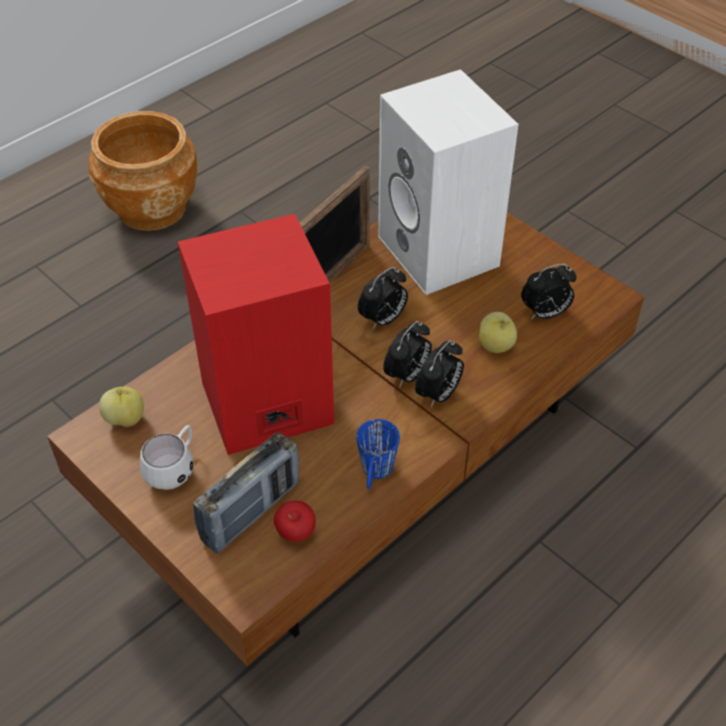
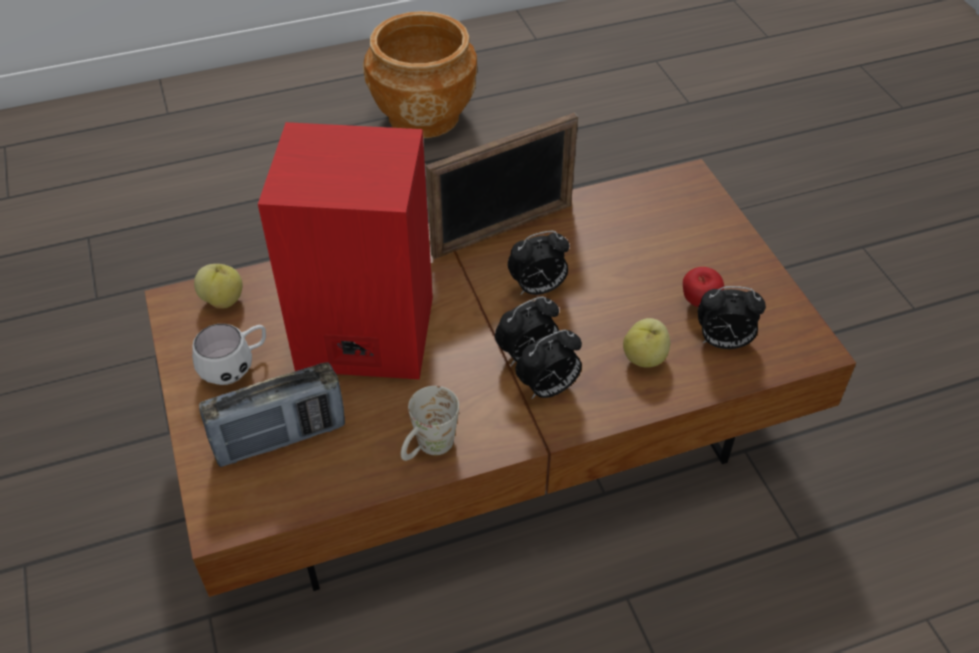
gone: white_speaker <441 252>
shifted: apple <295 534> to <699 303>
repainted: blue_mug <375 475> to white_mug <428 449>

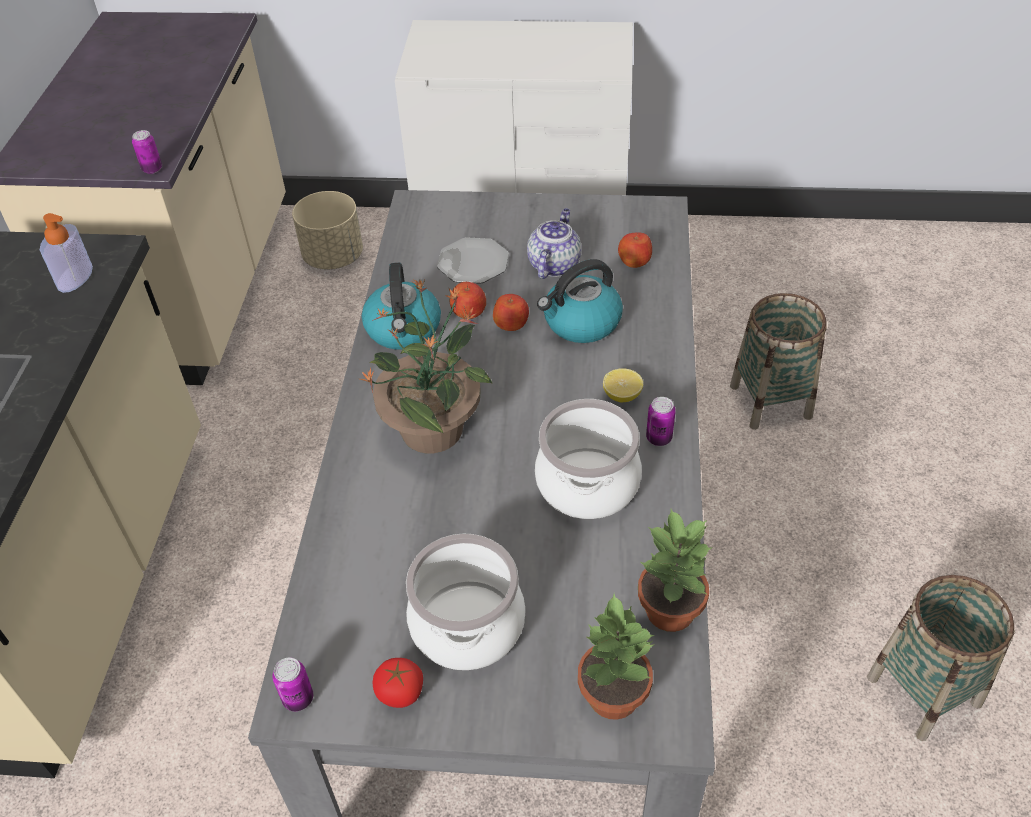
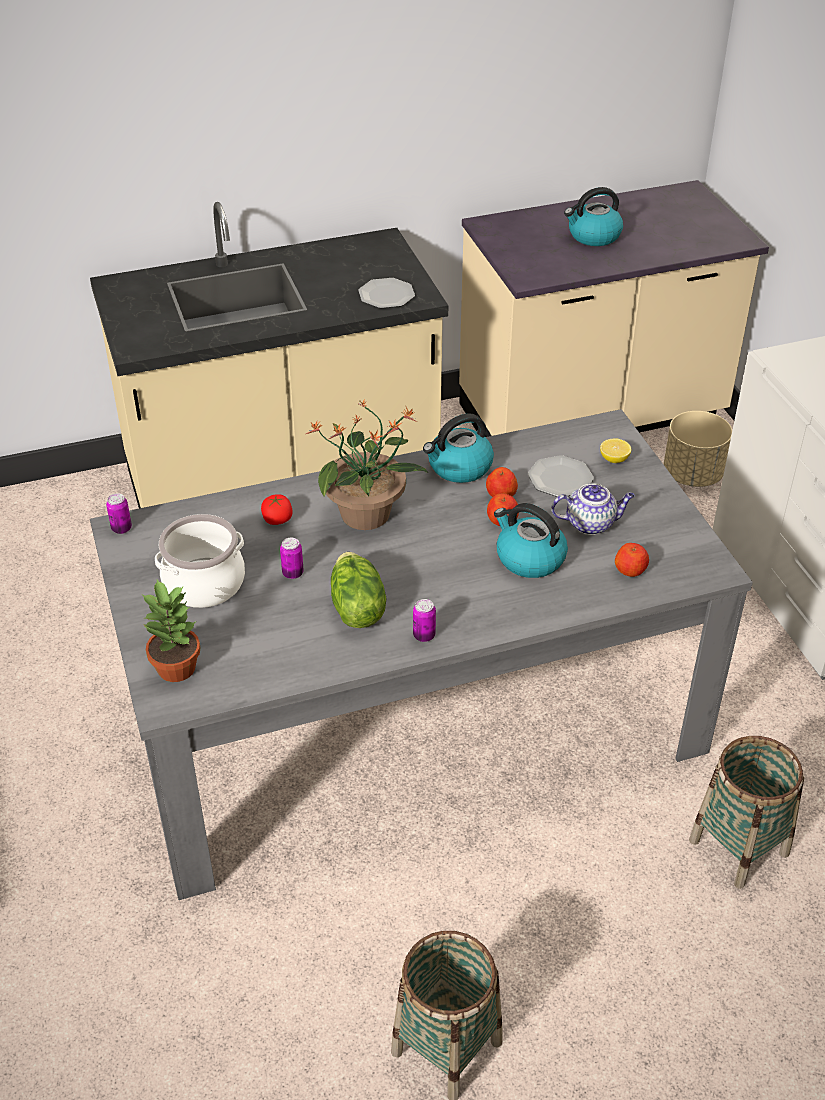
gone: potted_plant <671 609>
new: kettle <593 236>
shifted: can <152 169> to <293 573>; lemon <622 396> to <614 459>; tomato <400 692> to <277 520>
swapped: soap_dispenser <75 277> to plate <387 295>; cooking_pot <588 484> to lettuce <356 608>

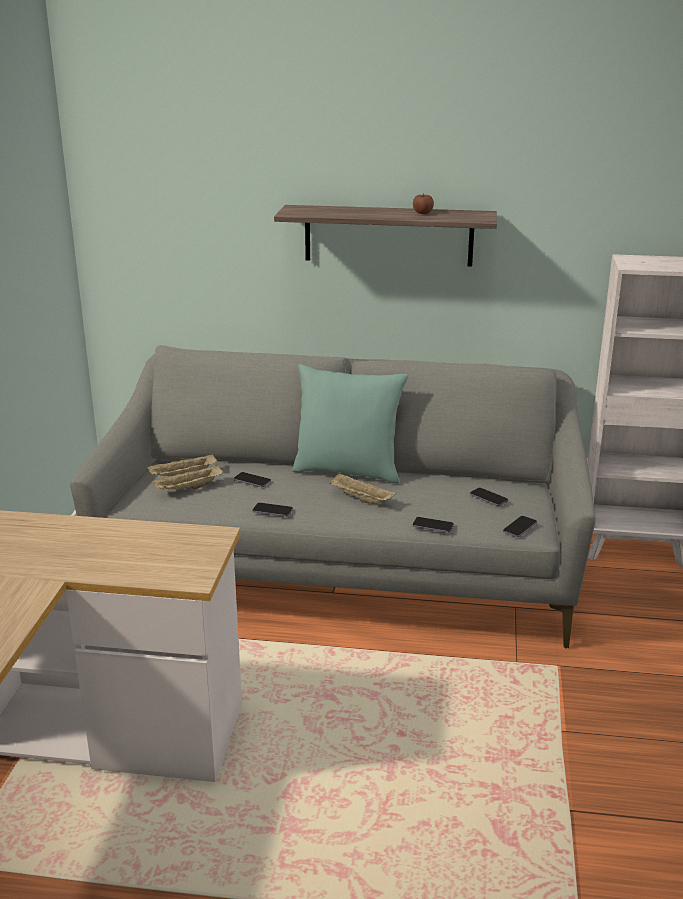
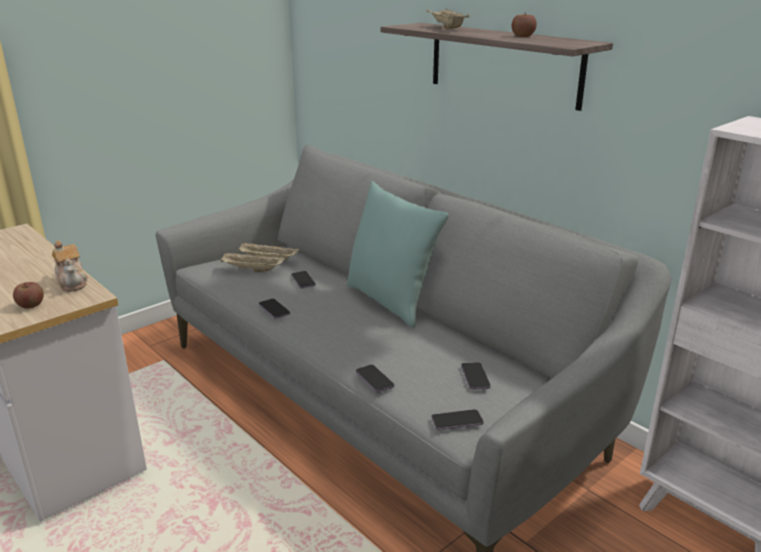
new: teapot <72 282>; apple <31 305>
shifted: beige_tray <360 499> to <446 27>

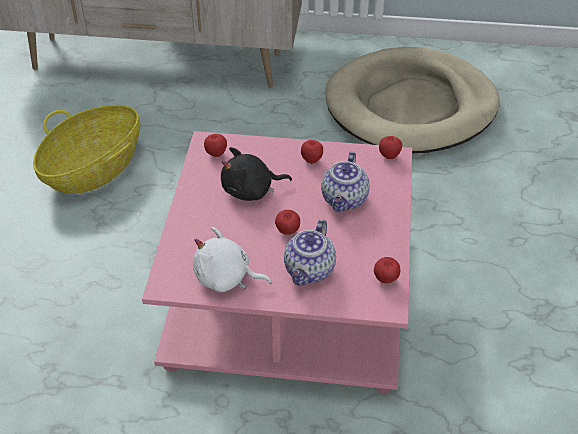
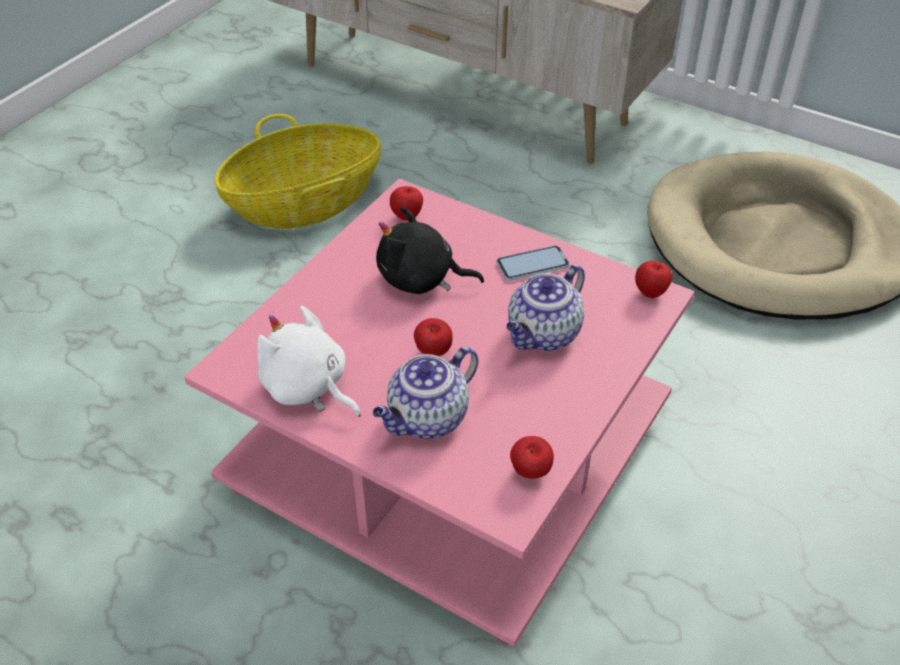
swapped: apple <312 160> to phone <532 265>

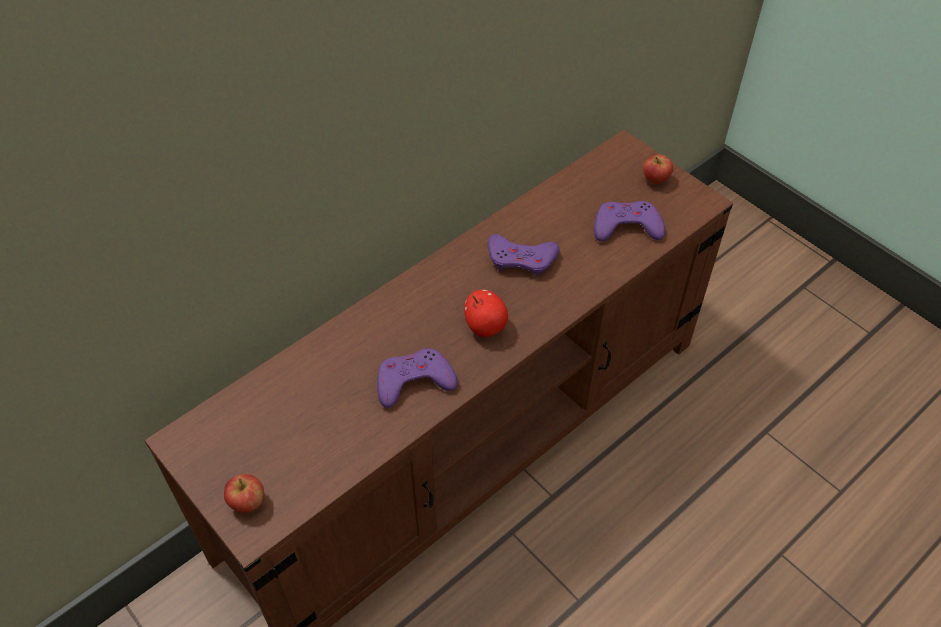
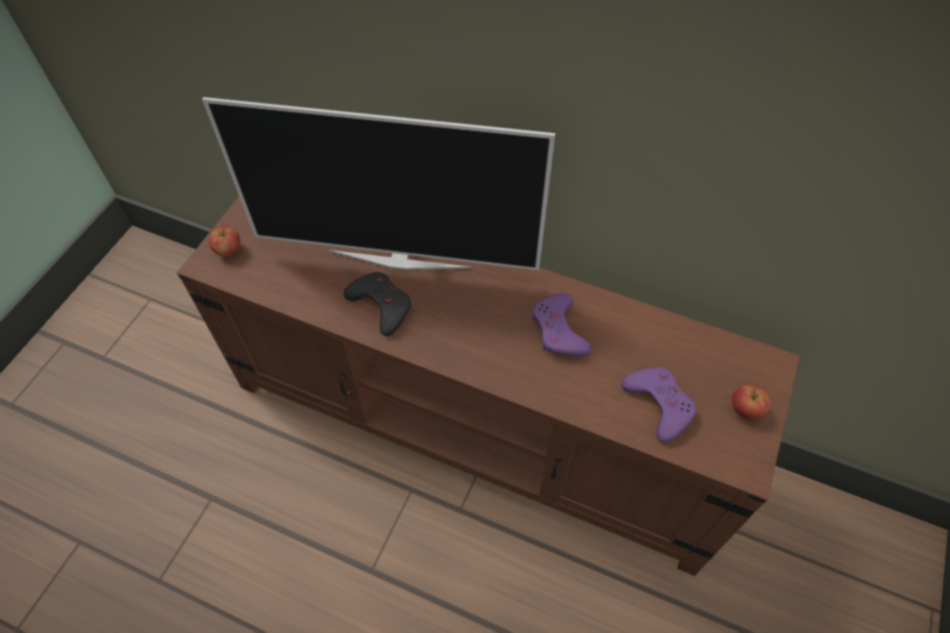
gone: apple <485 326>
new: television <399 257>
repainted: purple_game_controller <414 381> to black_game_controller <381 305>

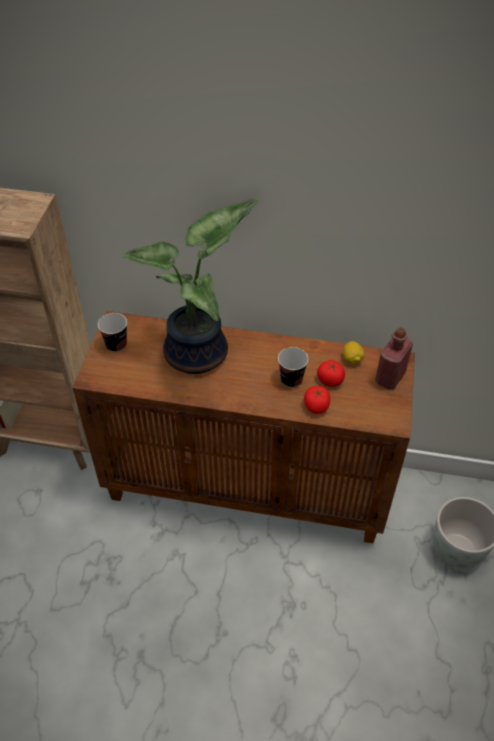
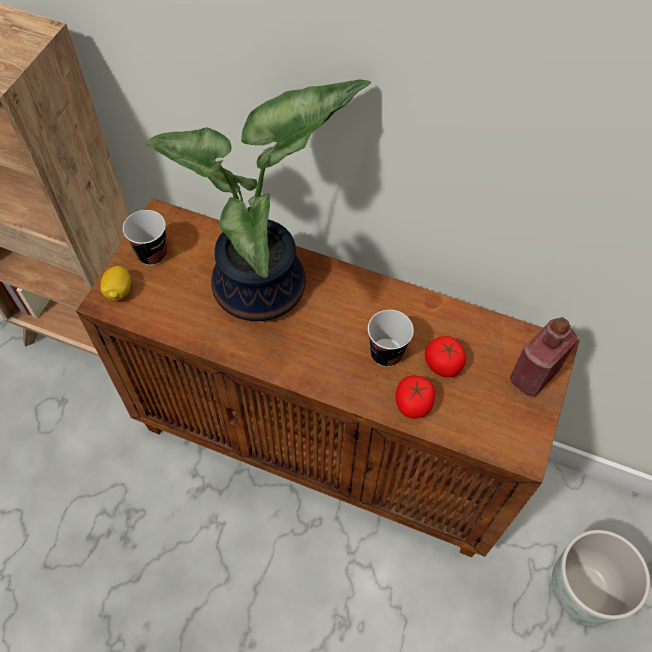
shifted: lemon <352 359> to <119 291>

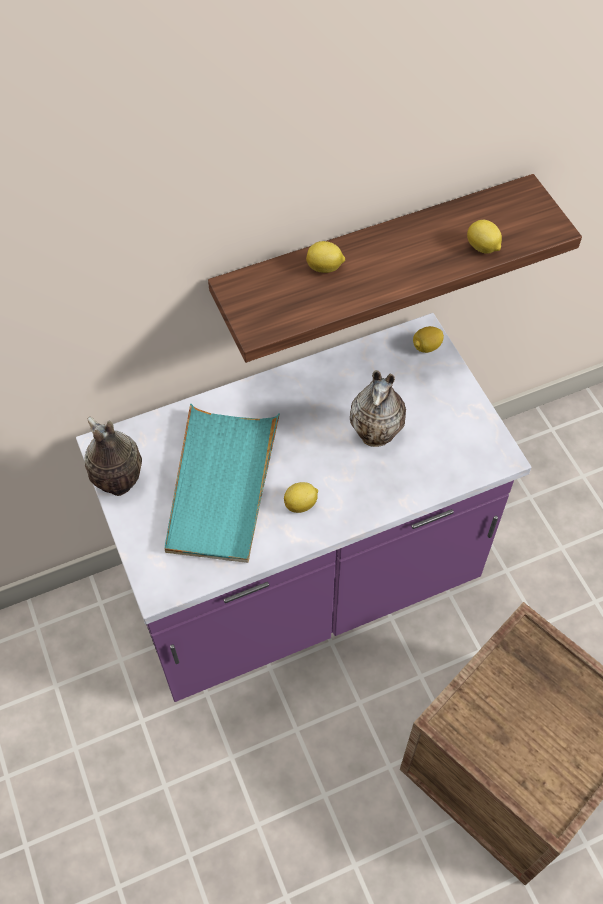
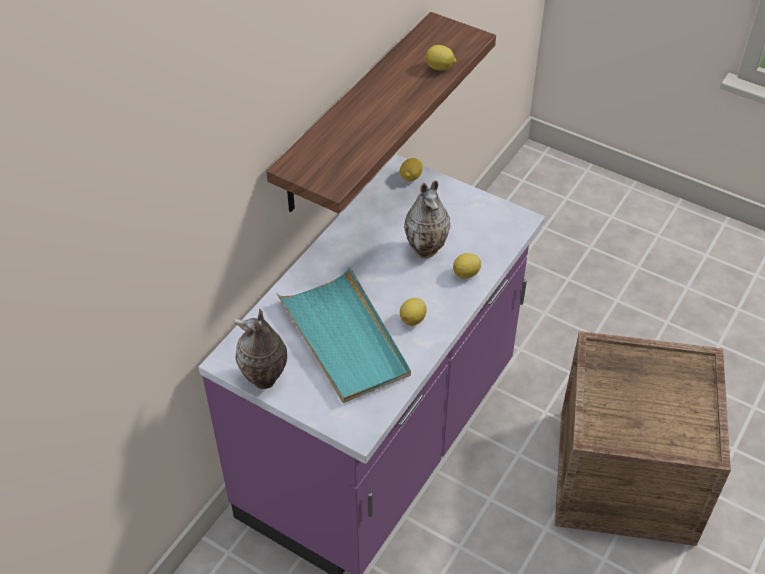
shifted: lemon <325 268> to <467 274>

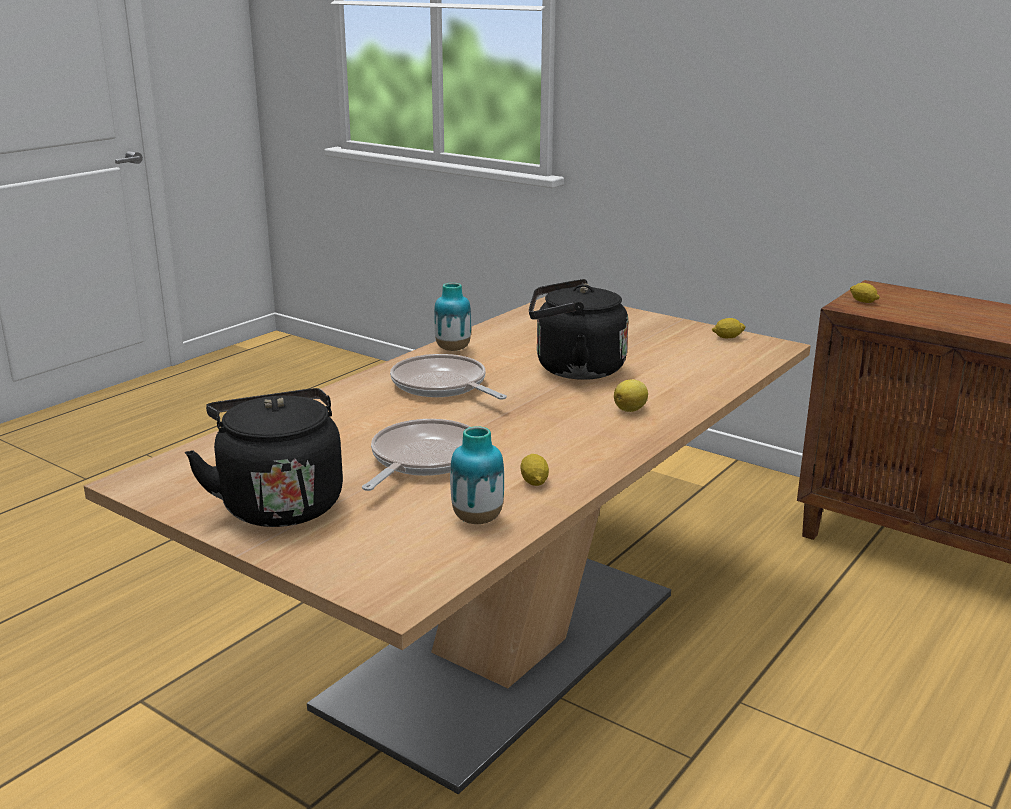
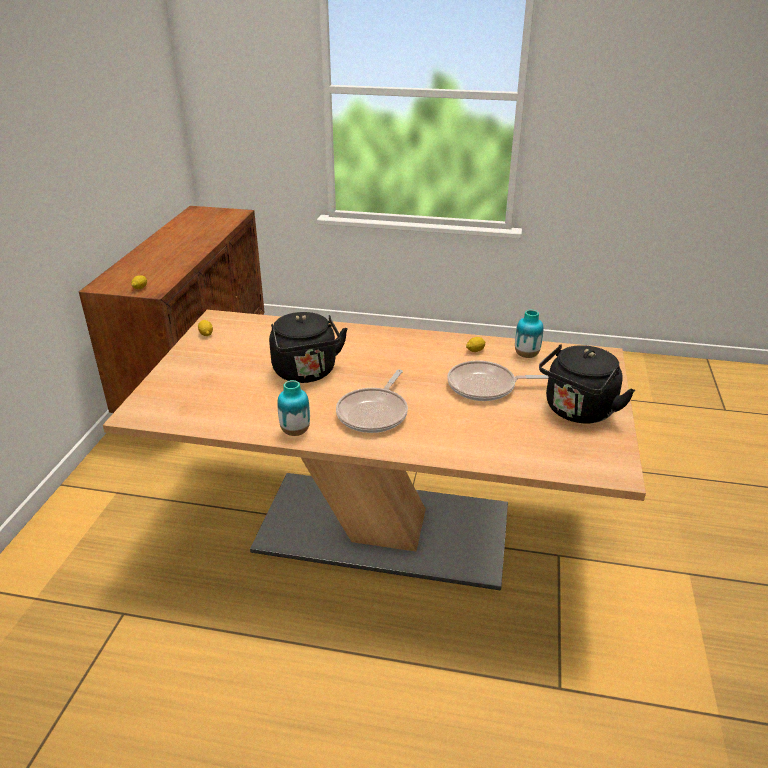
gone: lemon <631 410>

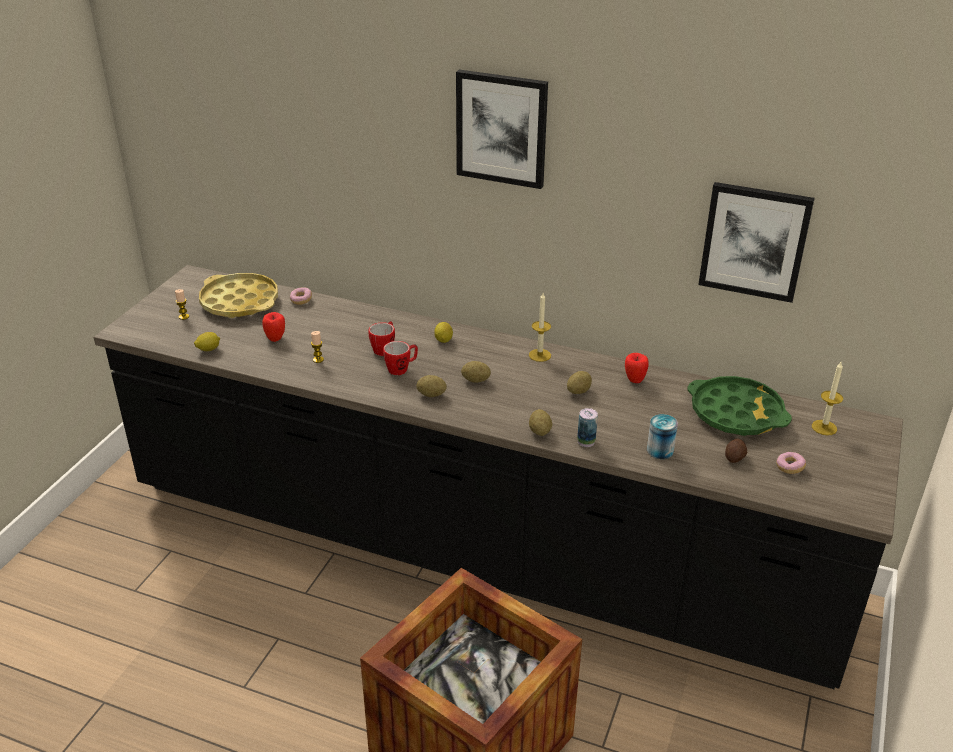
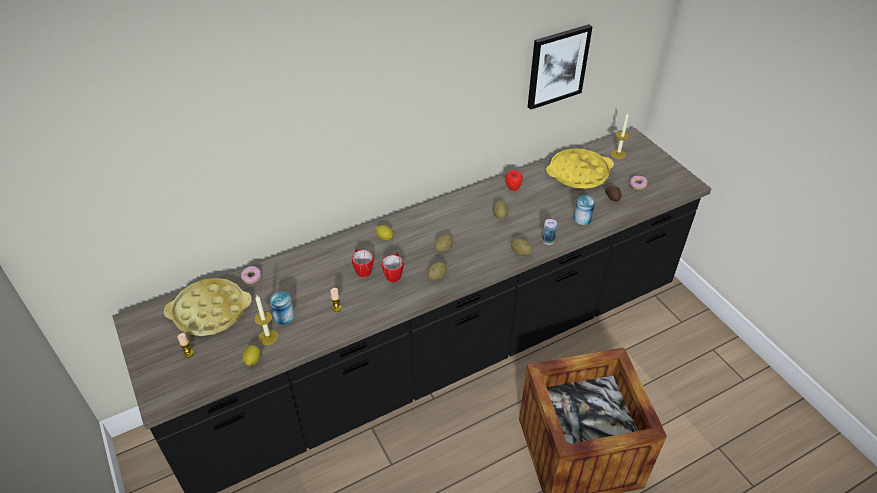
gone: picture <501 128>
shifted: candle <540 355> to <268 337>
swapped: apple <275 338> to can <284 316>
repainted: green_tray <736 413> to yellow_tray <578 173>

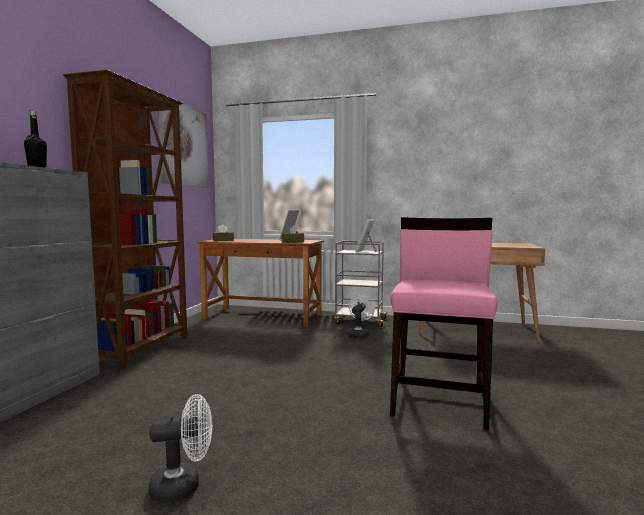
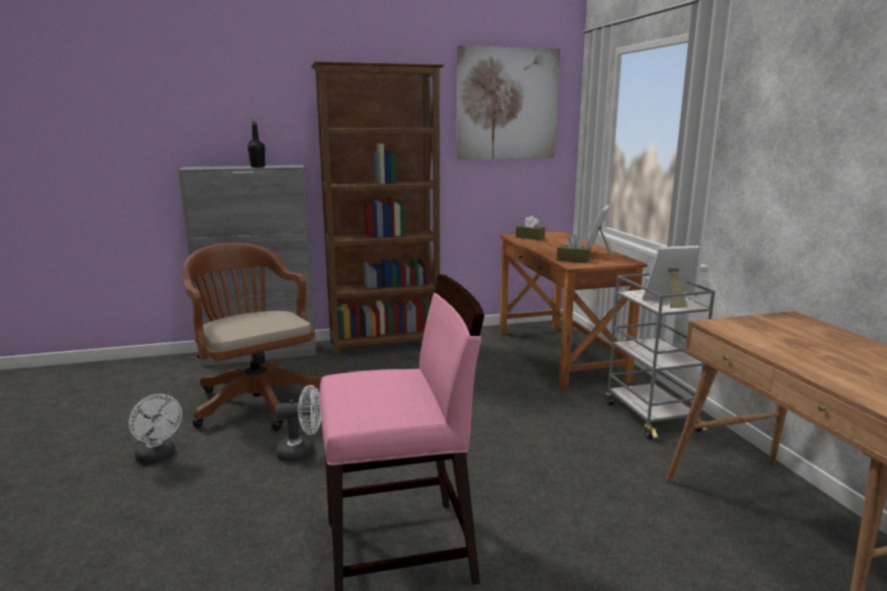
new: brown_office_chair <256 401>
shifted: white_fan <359 334> to <302 452>

